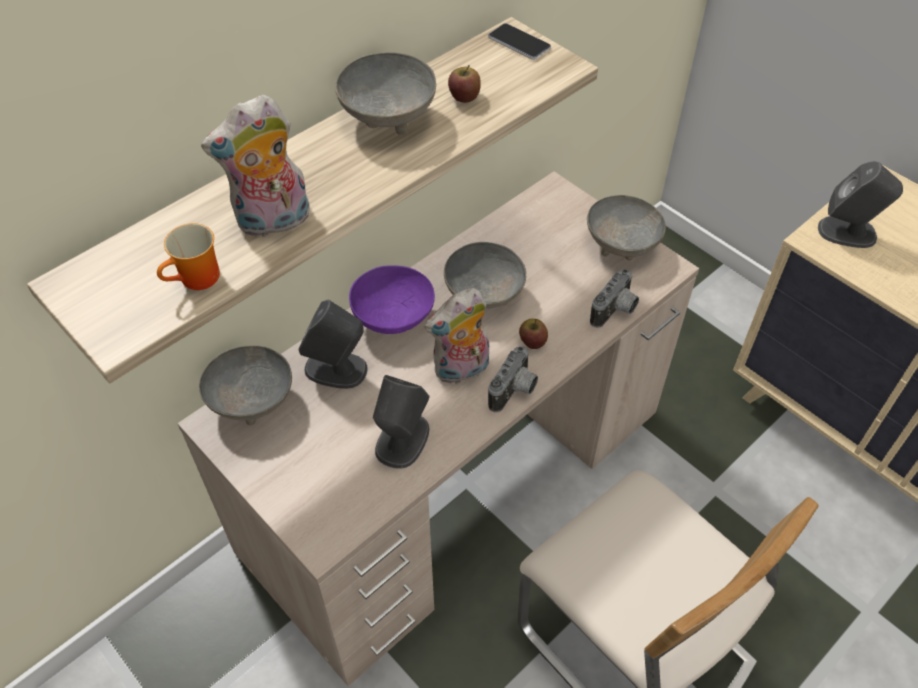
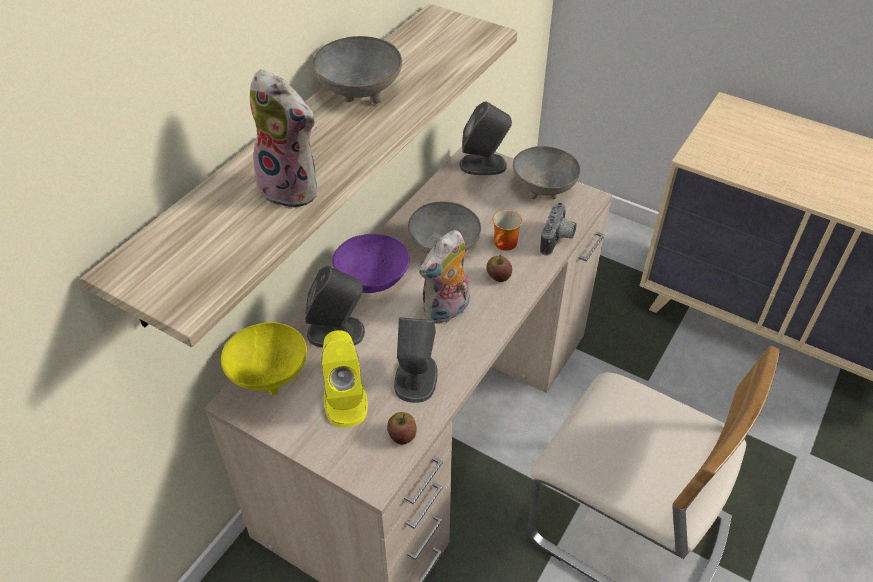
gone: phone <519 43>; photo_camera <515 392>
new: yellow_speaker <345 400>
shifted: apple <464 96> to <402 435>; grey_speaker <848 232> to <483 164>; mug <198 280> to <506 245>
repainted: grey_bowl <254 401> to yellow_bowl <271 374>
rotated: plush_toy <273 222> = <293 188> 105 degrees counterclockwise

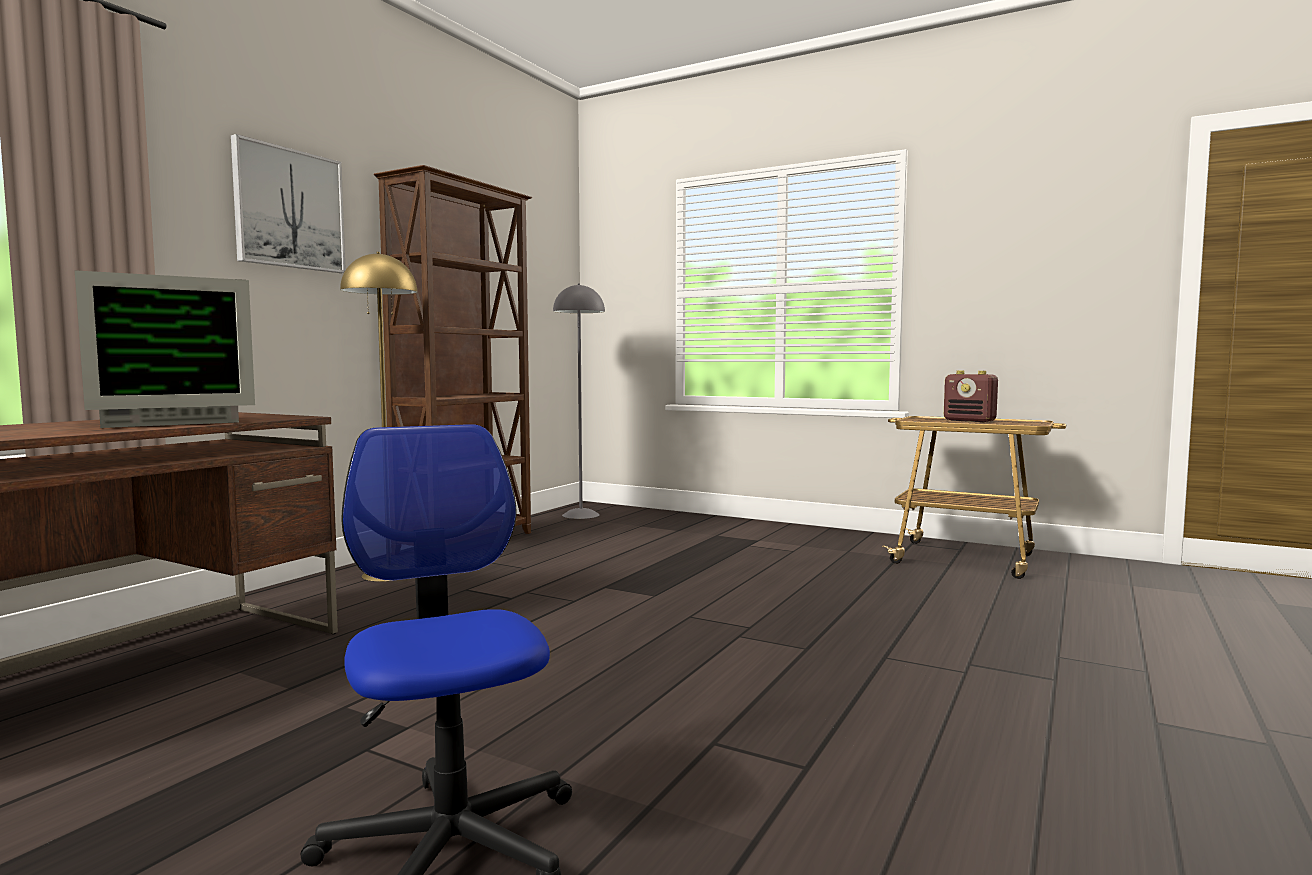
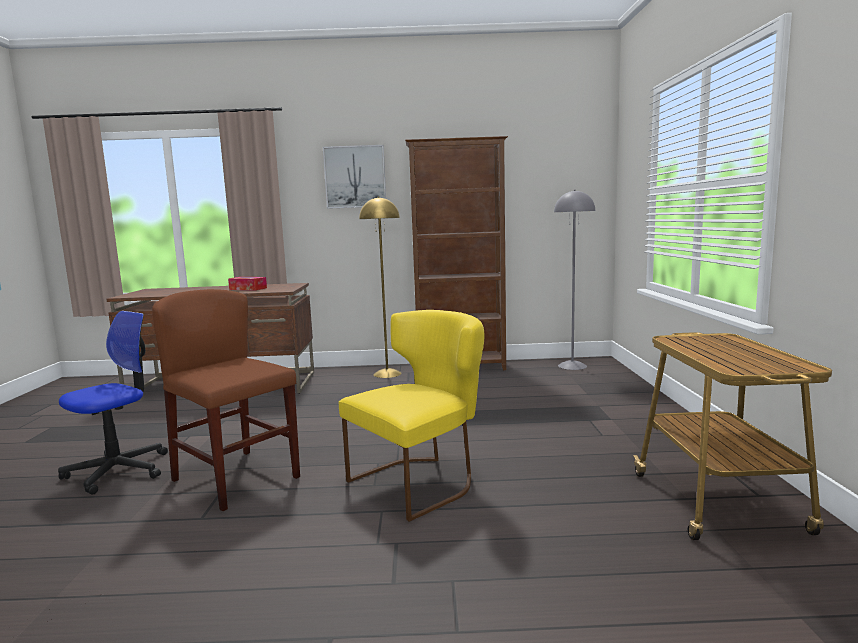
gone: radio <970 421>
new: brown_chair <236 478>; yellow_chair <421 481>
swapped: monitor <168 421> to tissue_box <248 289>

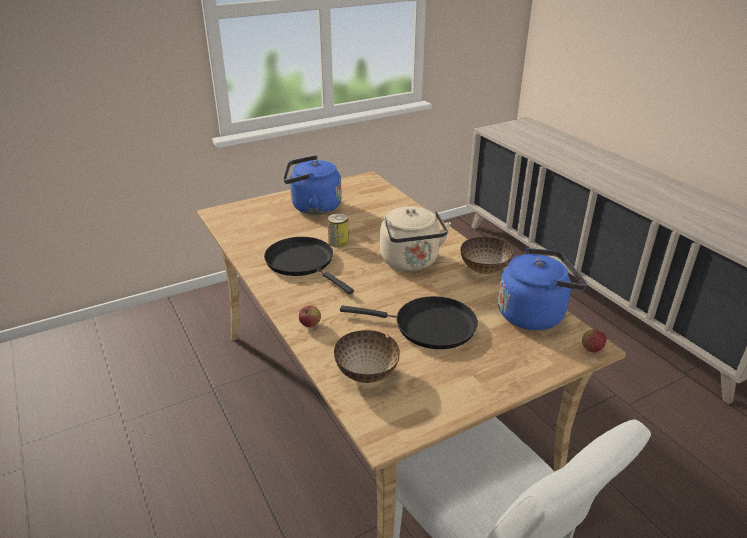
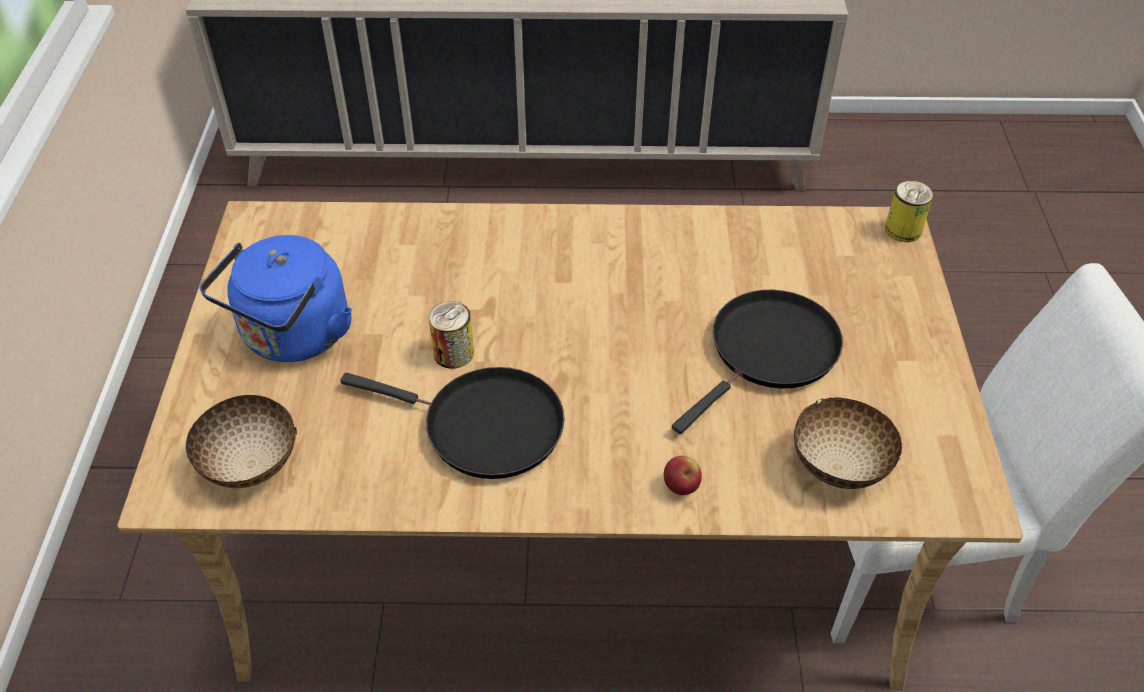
gone: beige_kettle <411 262>; blue_kettle <534 314>
shifted: bowl <483 270> to <249 466>
swapped: apple <591 349> to can <903 230>
rotated: black_frying_pan <303 262> = <484 426> 150 degrees counterclockwise

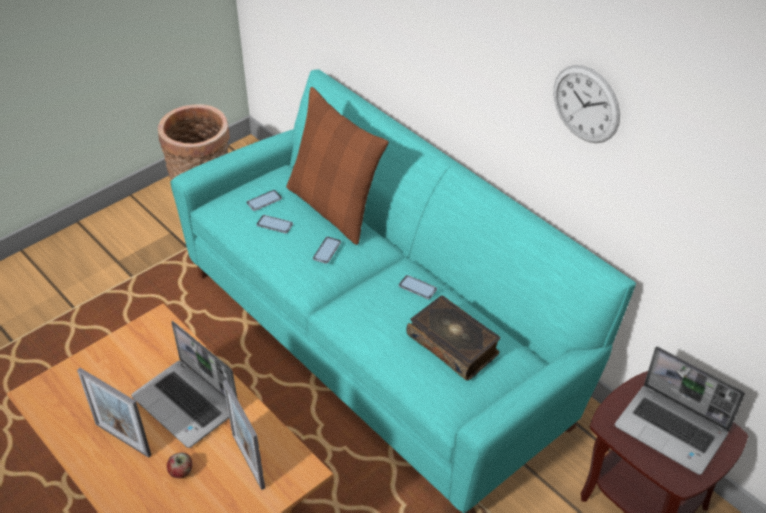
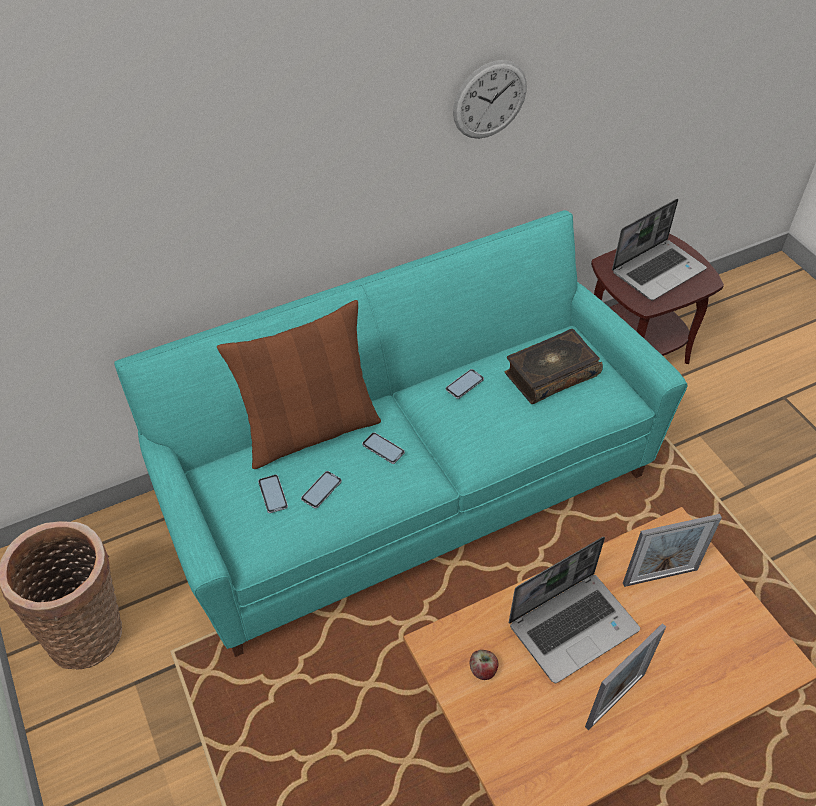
shifted: apple <181 472> to <483 670>

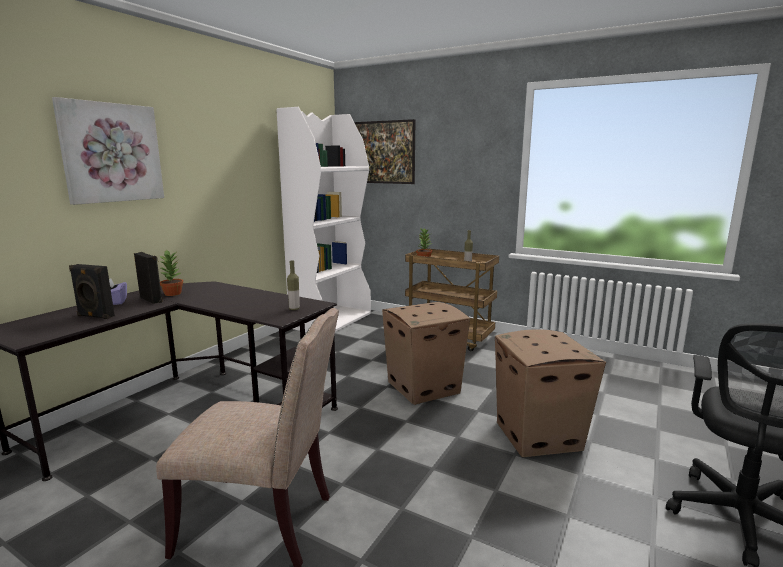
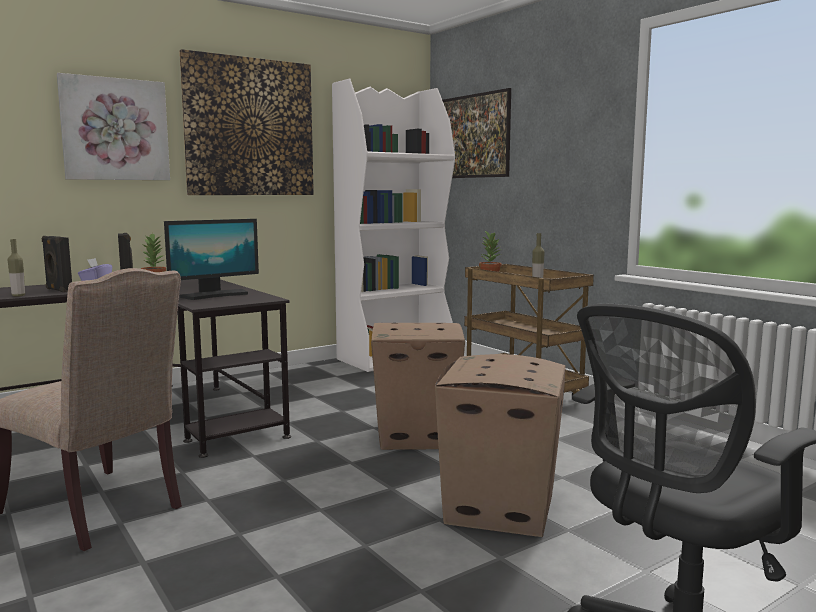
new: picture <250 127>; monitor <215 295>
shifted: bottle <294 309> to <18 295>

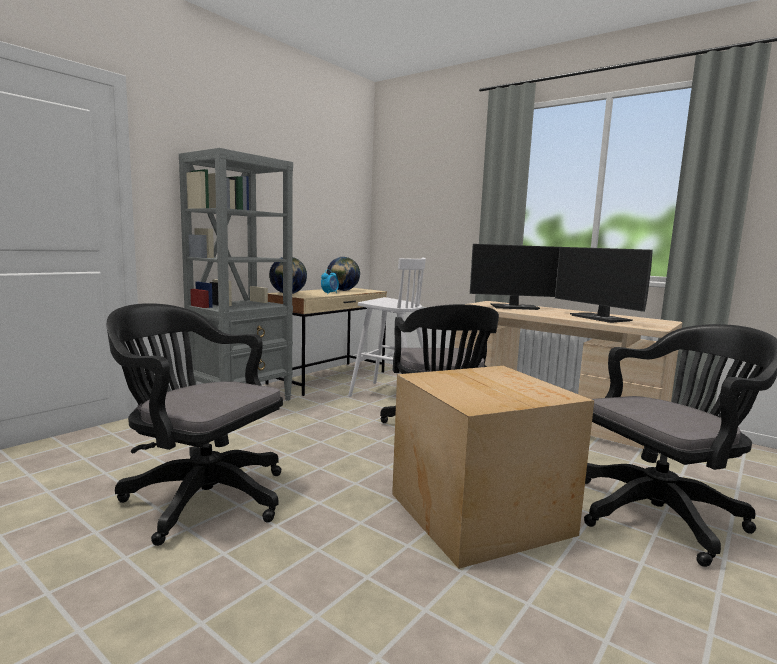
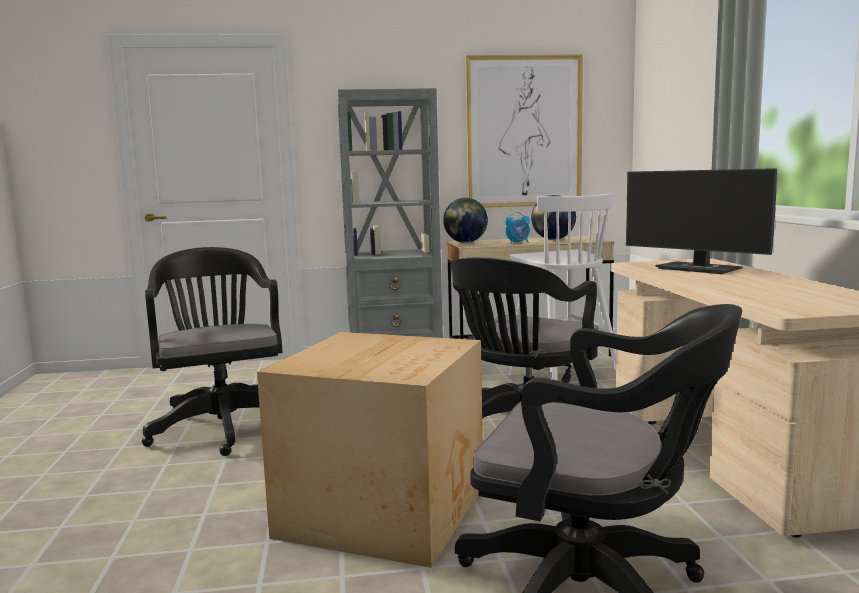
gone: monitor <601 318>
new: picture <524 132>

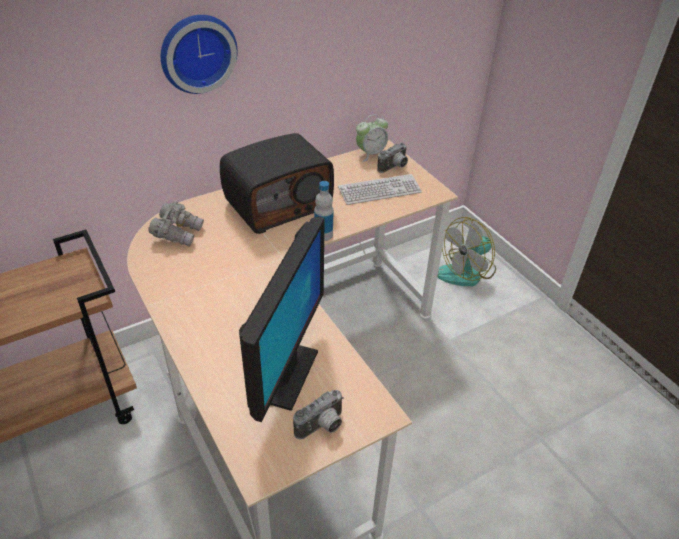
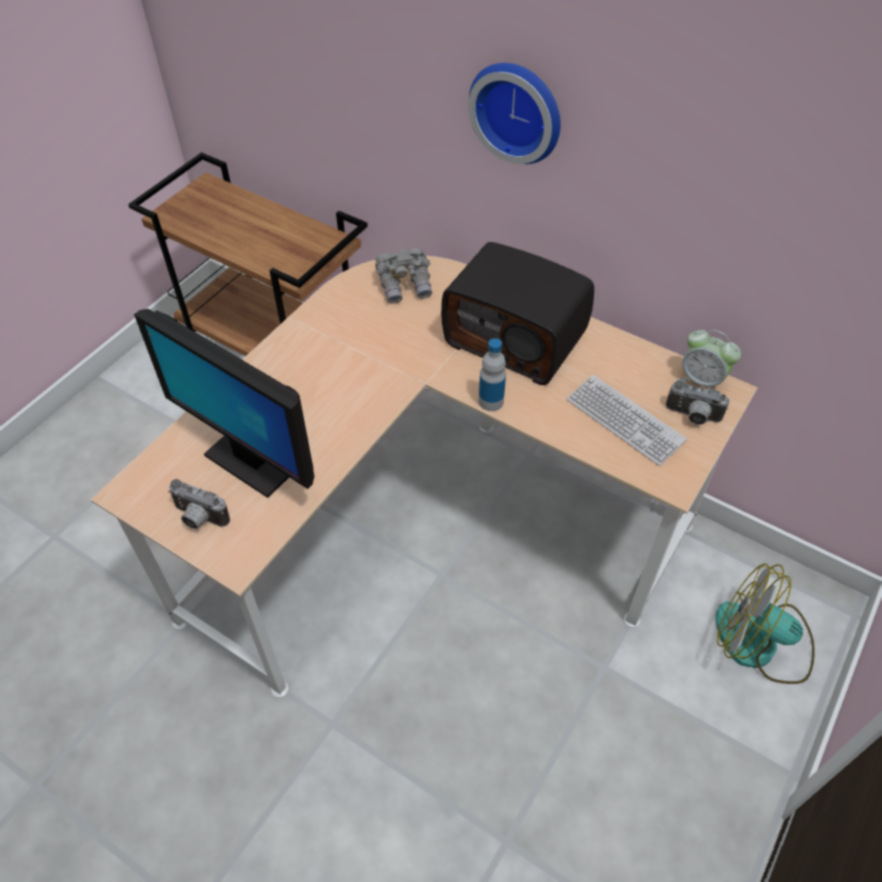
rotated: monitor <285 375> = <251 461> 45 degrees clockwise

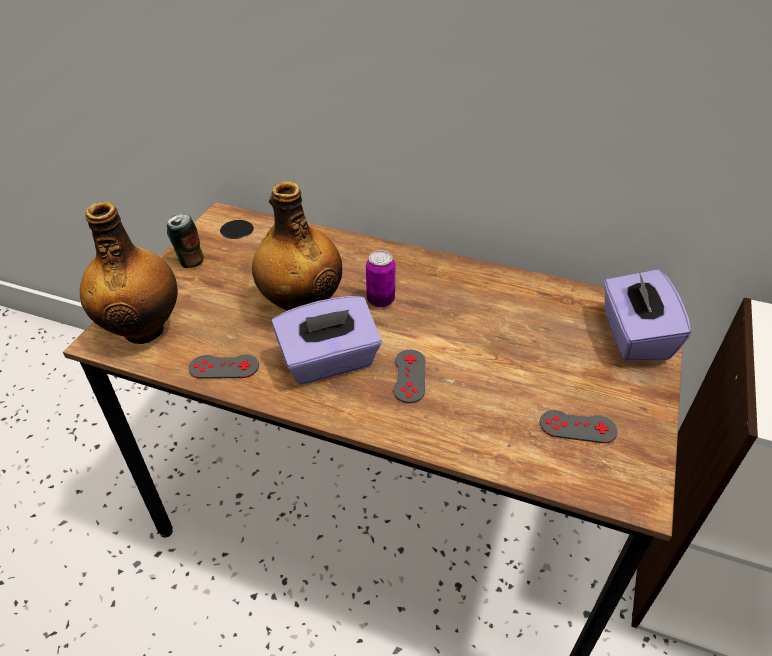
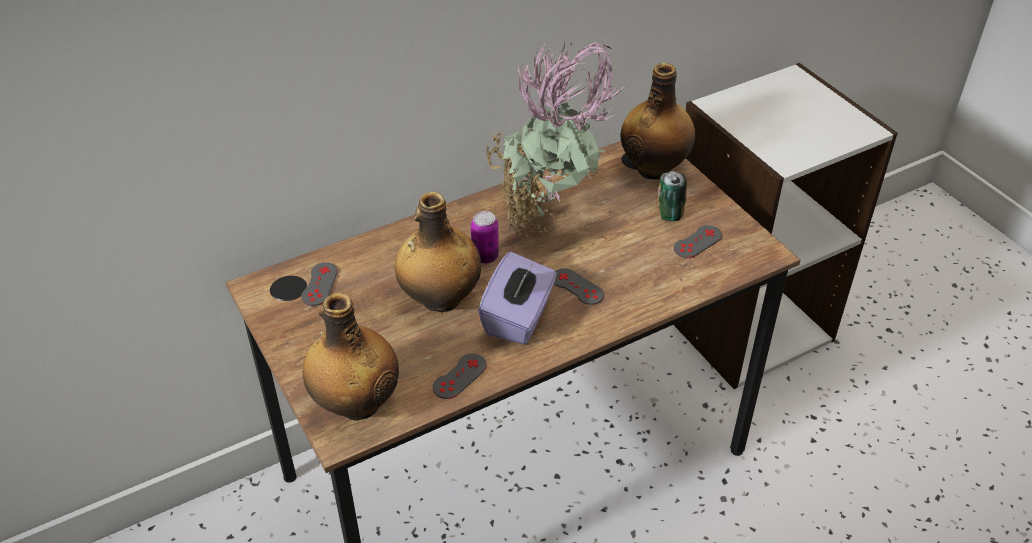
new: potted_plant <548 220>; grey_game_controller <319 284>
shifted: can <190 261> to <669 214>
swapped: purple_tissue_box <633 336> to bottle <654 168>

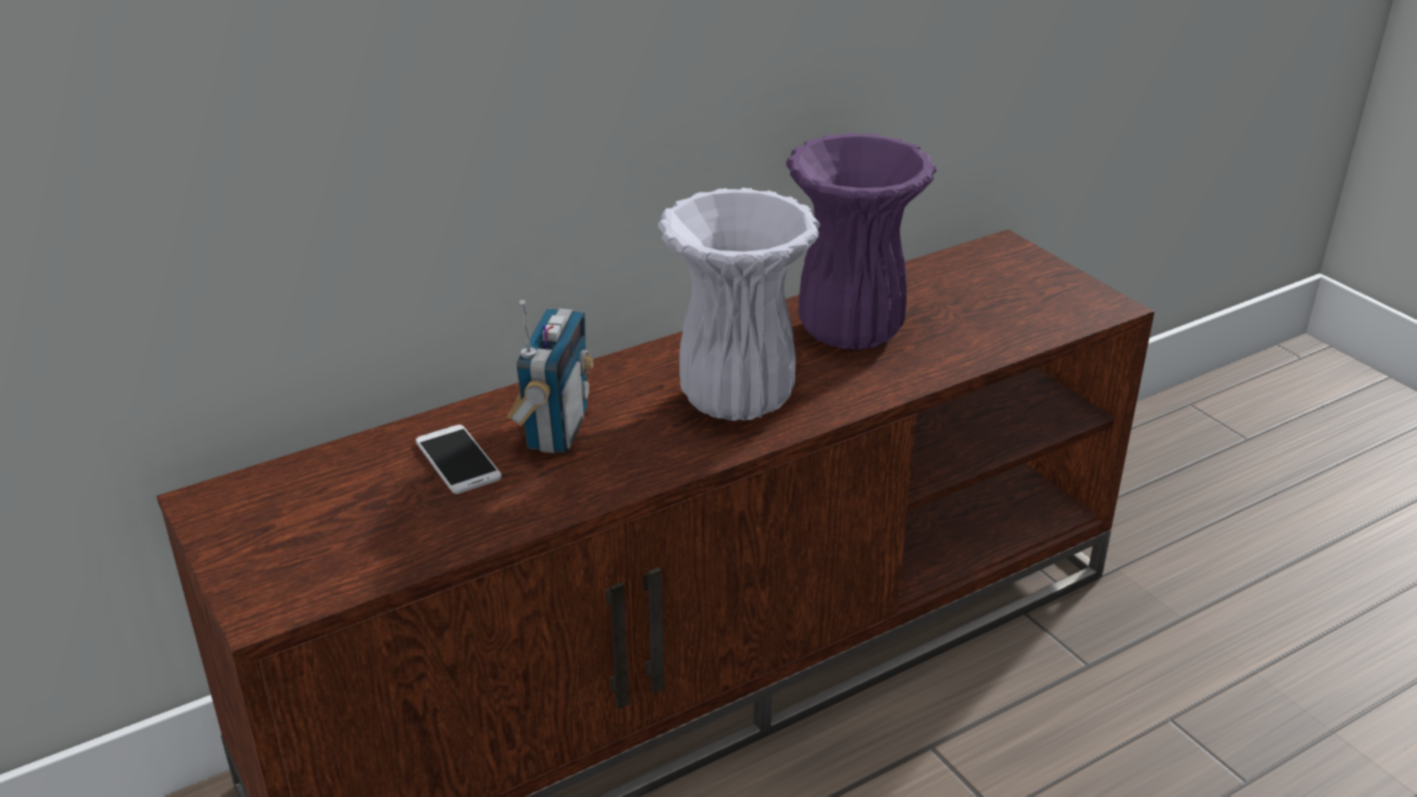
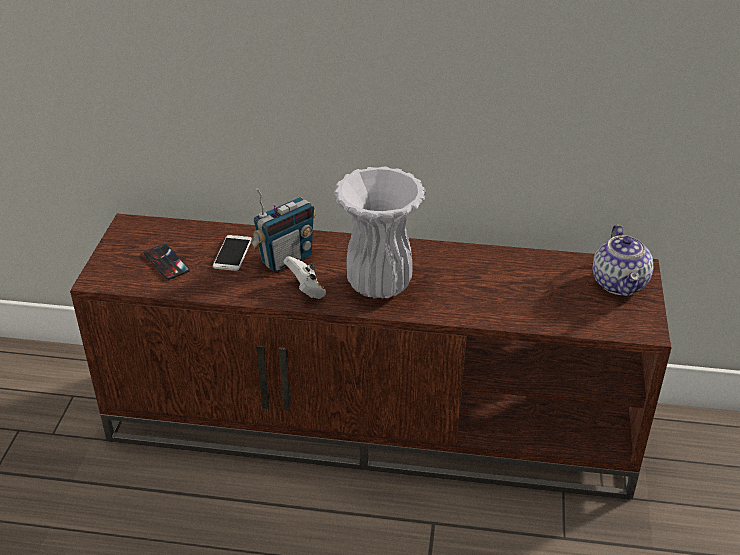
gone: purple_vase <849 331>
new: teapot <619 283>; phone <166 262>; white_game_controller <306 290>

